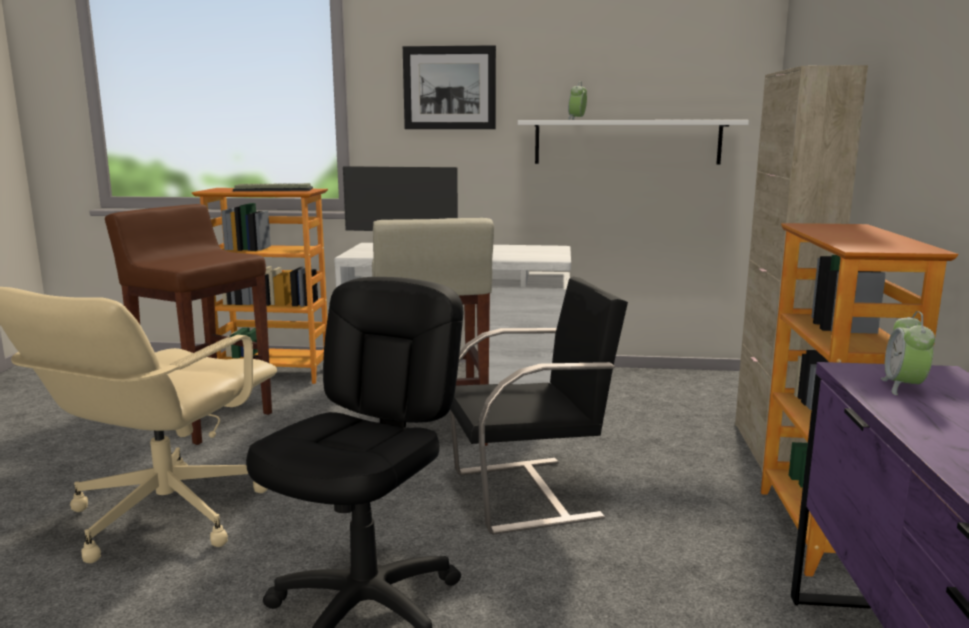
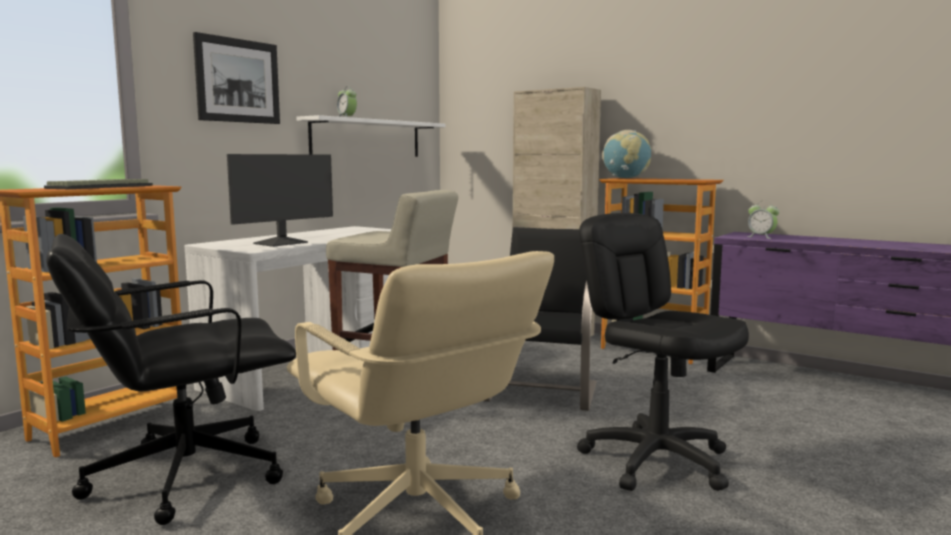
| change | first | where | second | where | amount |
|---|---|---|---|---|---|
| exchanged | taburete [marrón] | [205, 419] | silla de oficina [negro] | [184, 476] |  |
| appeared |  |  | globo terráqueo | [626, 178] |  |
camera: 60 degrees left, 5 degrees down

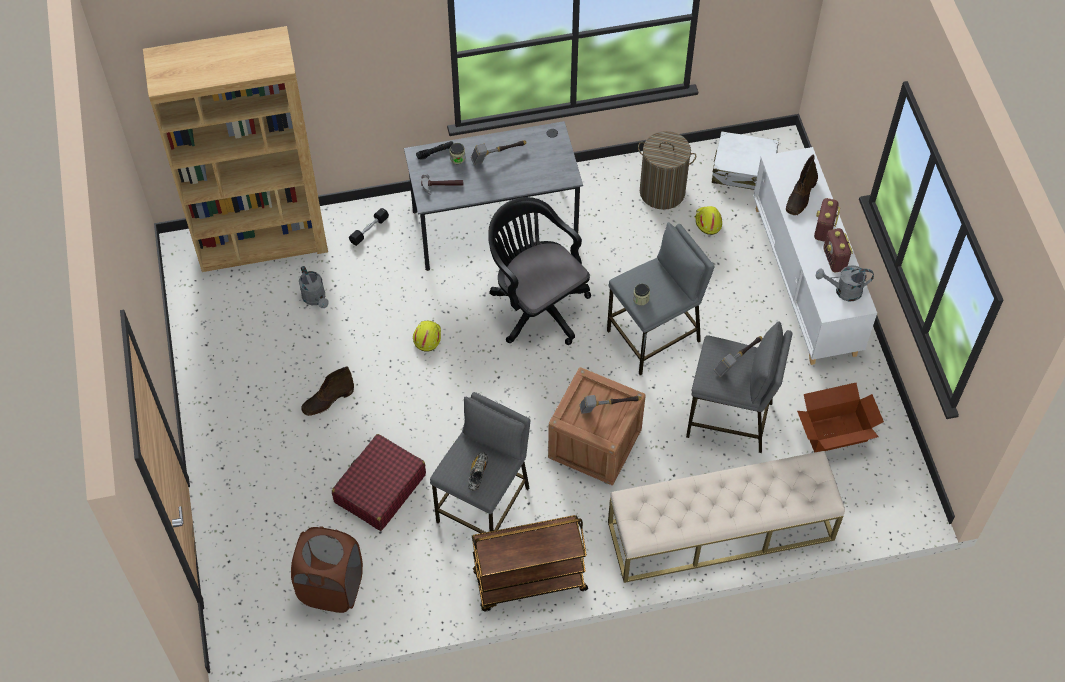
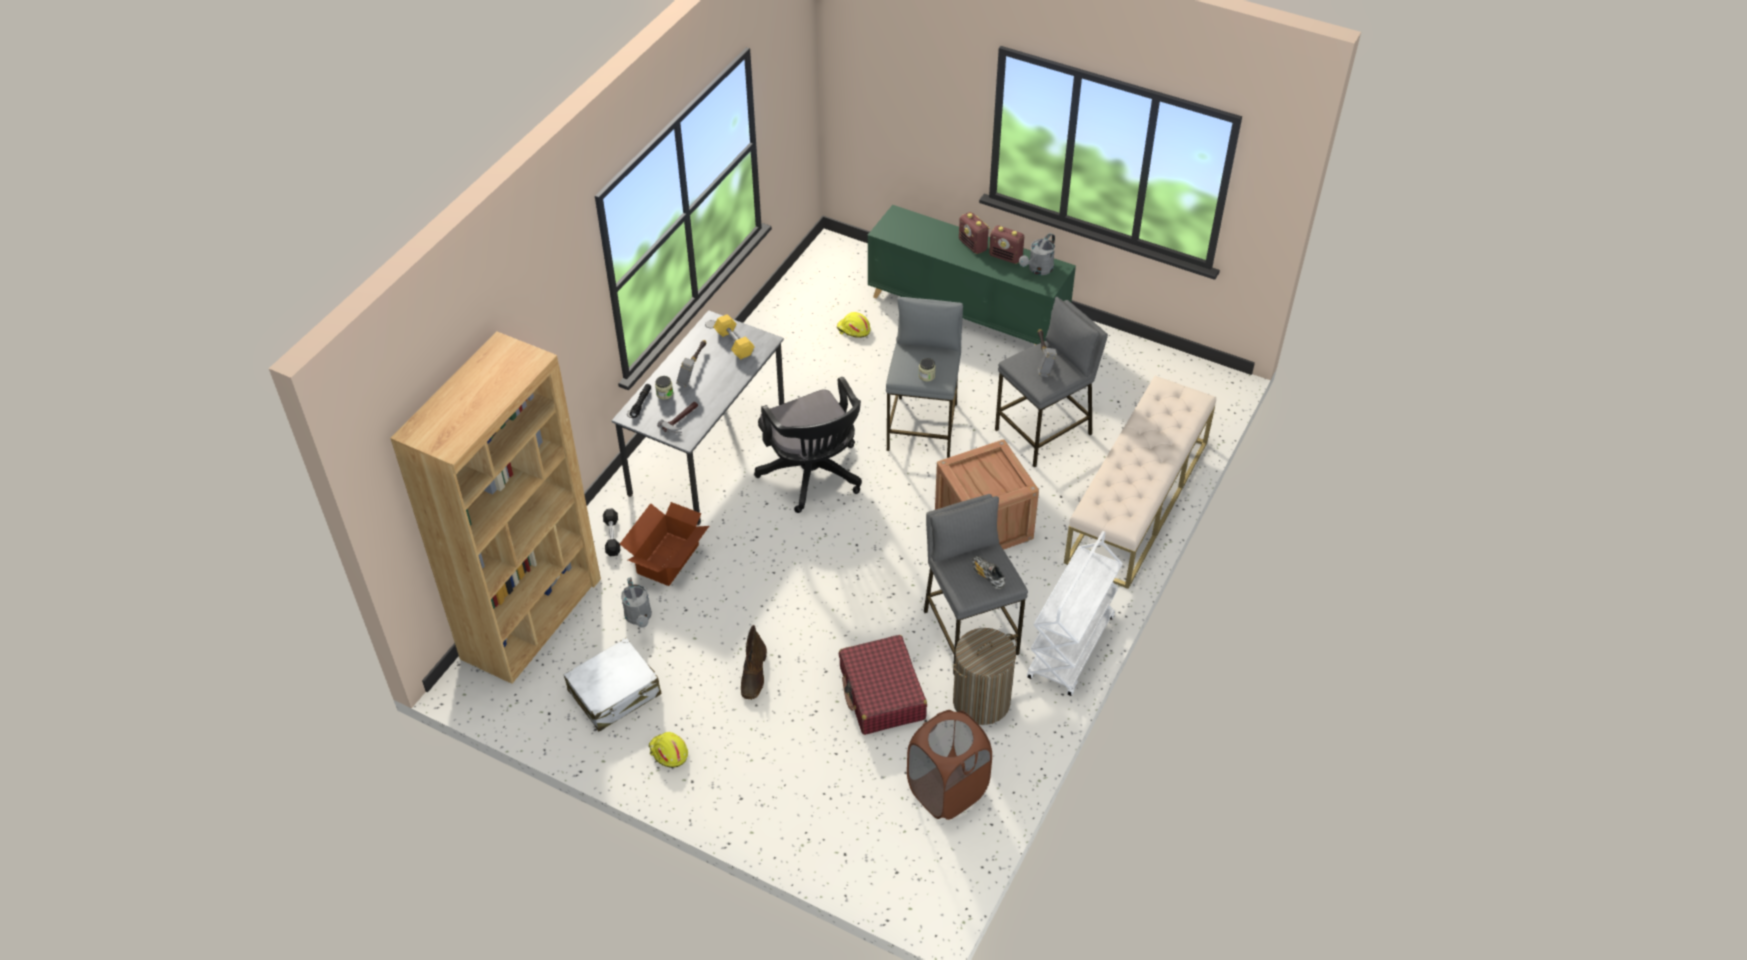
| change | first | where | second | where | amount |
|---|---|---|---|---|---|
| spun | regadera [gris] | [316, 299] |  | [639, 618] | 60 degrees clockwise |
| relocated | casco [amarillo] | [426, 337] |  | [668, 752] |  |
| colour | carrito [marrón] | [529, 582] | carrito [blanco] | [1071, 648] |  |
| spun | silla de oficina [negro] | [536, 304] |  | [813, 477] | 120 degrees counterclockwise |
| missing | martillo | [608, 407] |  |  |  |
| relocated | cesto de la ropa | [662, 191] |  | [981, 701] |  |
| relocated | maleta [blanco] | [744, 169] |  | [615, 693] |  |
| colour | armario [blanco] | [805, 281] | armario [verde] | [967, 313] |  |
| missing | bota [marrón] | [800, 196] |  |  |  |
| relocated | caja de cartón | [835, 433] |  | [669, 559] |  |
| appeared |  |  | mancuerna [amarillo] | [734, 343] |  |
camera: 50 degrees left, 10 degrees down

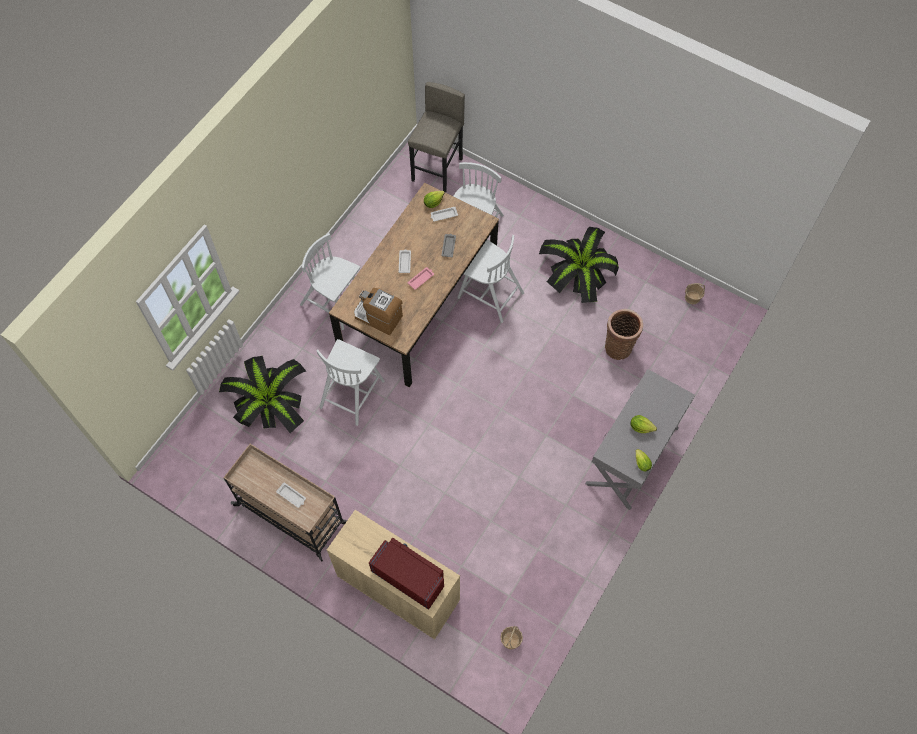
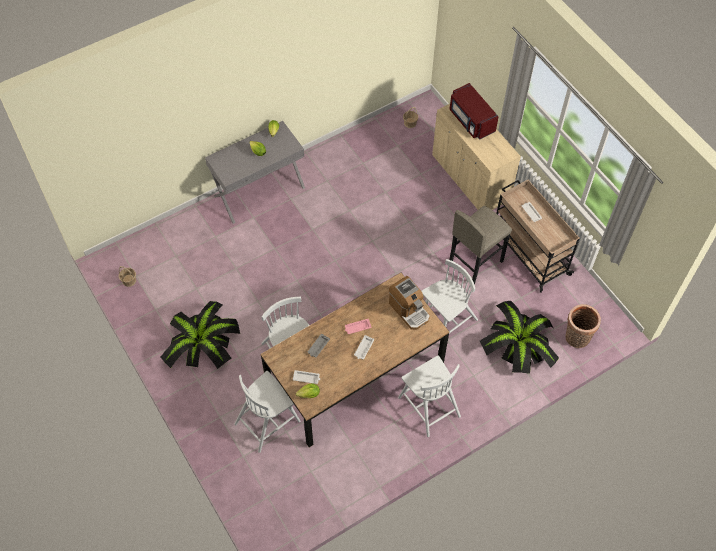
| change | first | where | second | where | amount |
|---|---|---|---|---|---|
| relocated | taburete [gris] | [438, 170] |  | [475, 262] |  |
| relocated | cesta | [618, 346] |  | [576, 338] |  |
camera: 155 degrees left, 5 degrees down

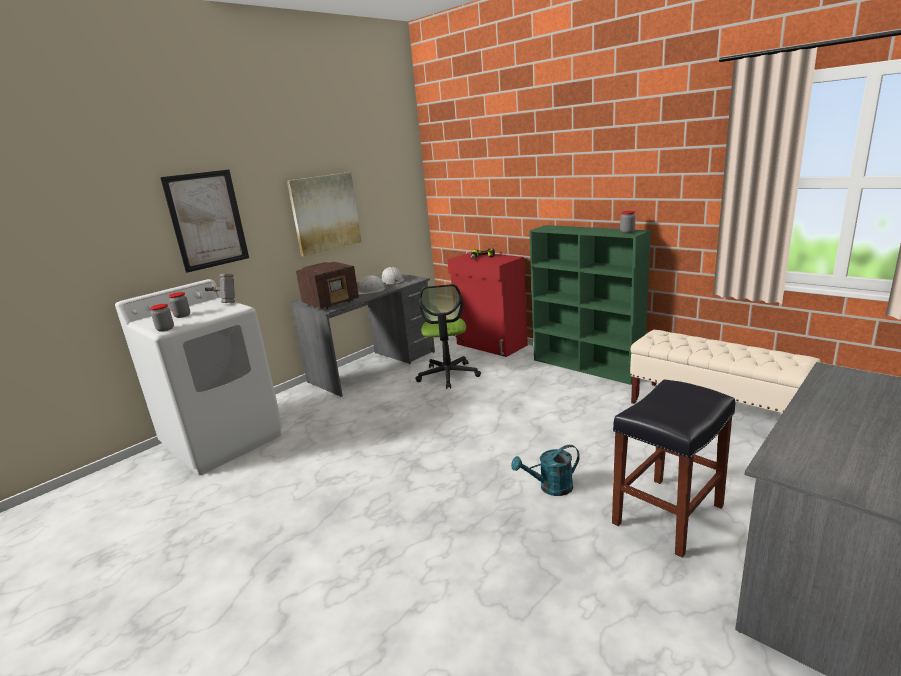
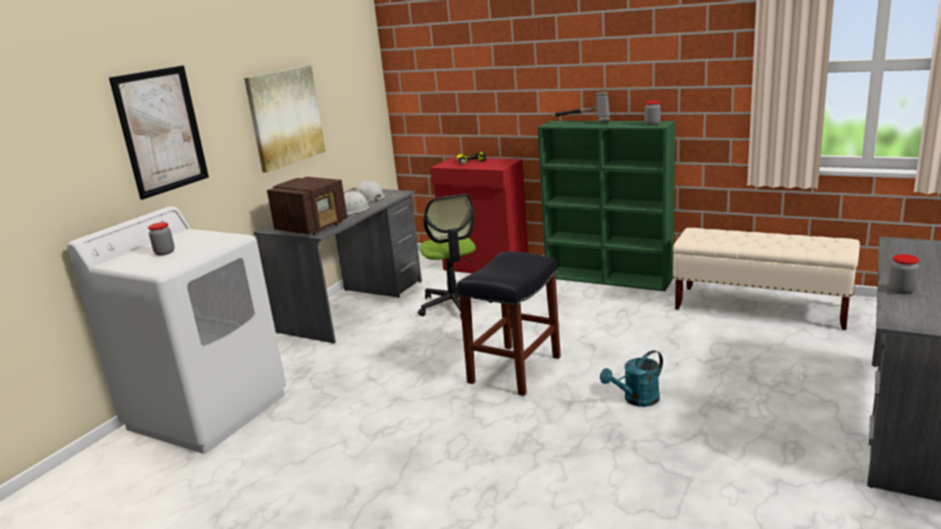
| change | first | where | second | where | amount |
|---|---|---|---|---|---|
| relocated | tarro | [165, 329] |  | [901, 290] |  |
| relocated | martillo | [219, 300] |  | [583, 122] |  |
| relocated | taburete [negro] | [668, 513] |  | [515, 369] |  |
camera: 15 degrees left, 0 degrees up

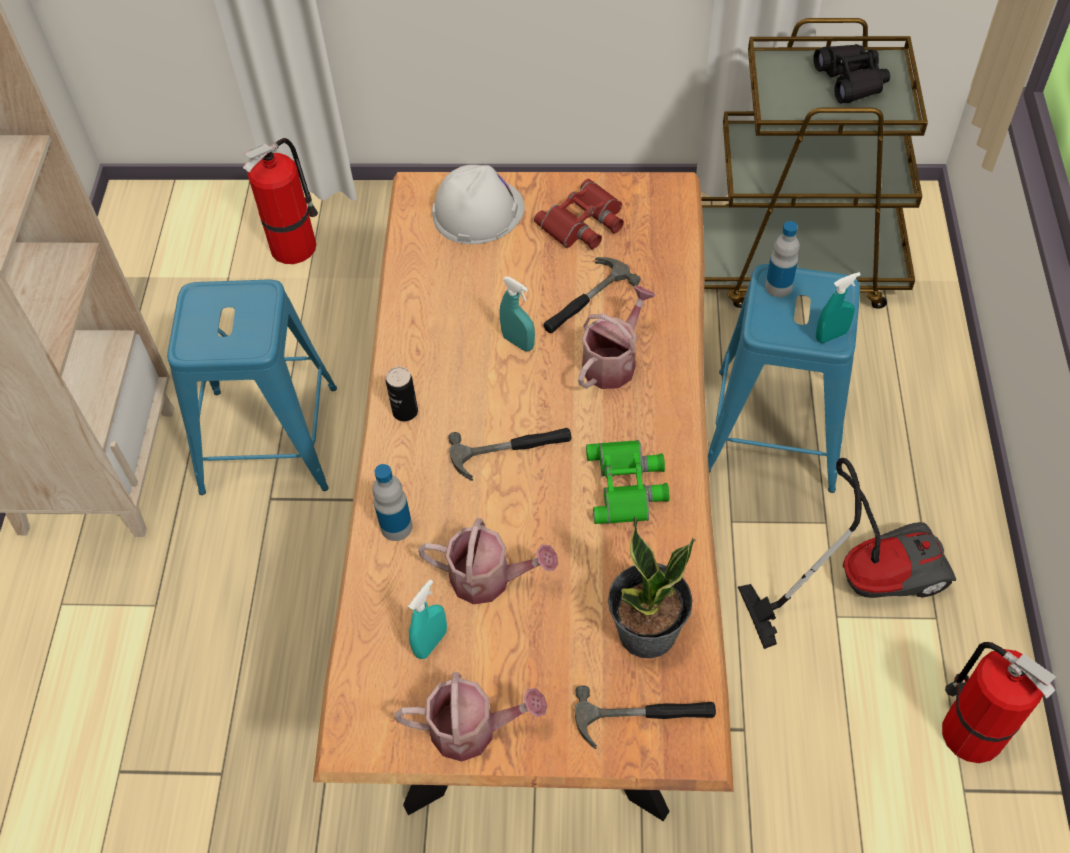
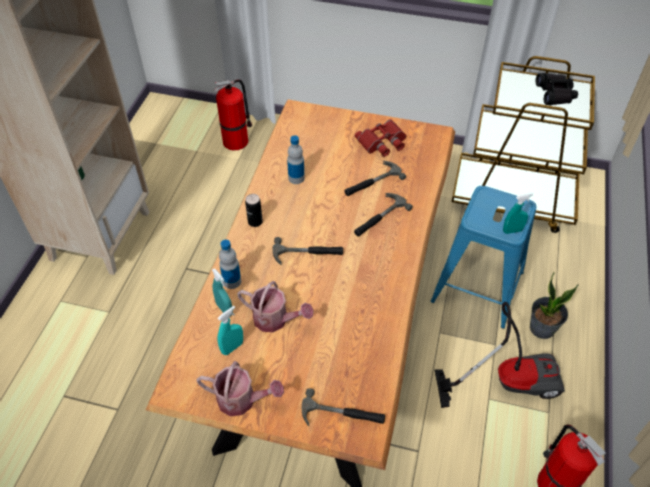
| change | first | where | second | where | amount |
|---|---|---|---|---|---|
| missing | taburete [azul] | [270, 439] |  |  |  |
| missing | casco [blanco] | [478, 211] |  |  |  |
| relocated | pulverizador [turquesa] | [518, 342] |  | [224, 309] |  |
| exchanged | regadera | [613, 361] | martillo | [379, 217] |  |
| missing | prismáticos [verde] | [628, 485] |  |  |  |
| relocated | planta en maceta | [647, 633] |  | [542, 328] |  |
| relocated | botella | [778, 287] |  | [296, 178] |  |
camera: 10 degrees right, 5 degrees down

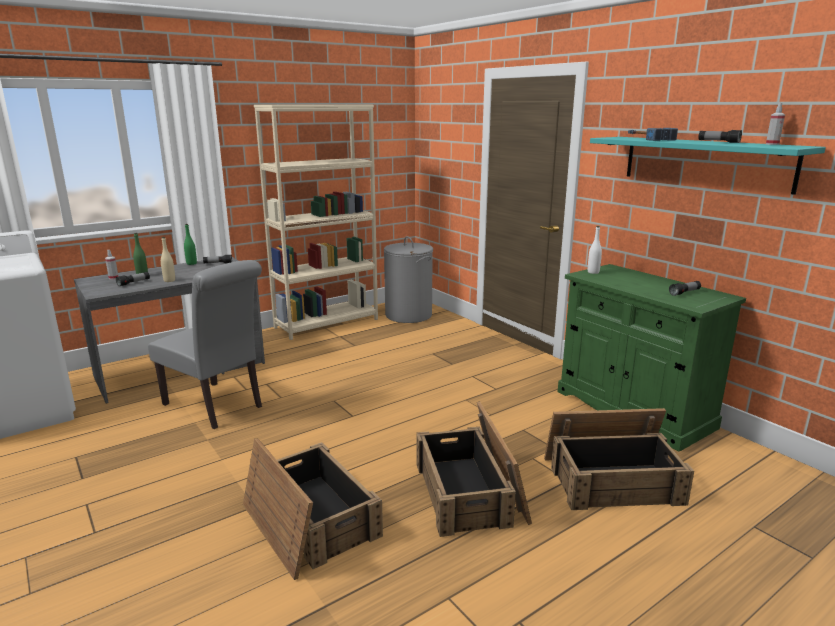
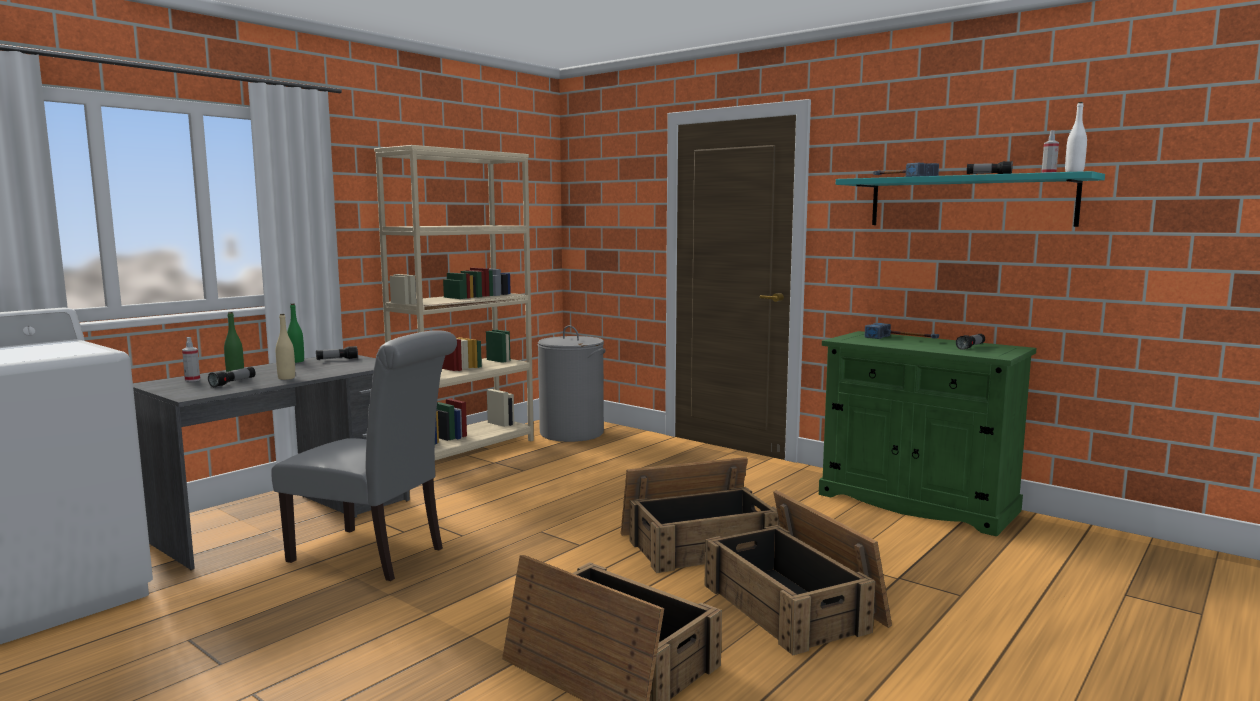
| change | first | where | second | where | amount |
|---|---|---|---|---|---|
| relocated | caja de embalaje | [612, 479] |  | [699, 543] |  |
| relocated | botella [blanco] | [593, 272] |  | [1074, 172] |  |
| appeared |  |  | martillo | [902, 339] |  |
camera: 15 degrees left, 10 degrees down

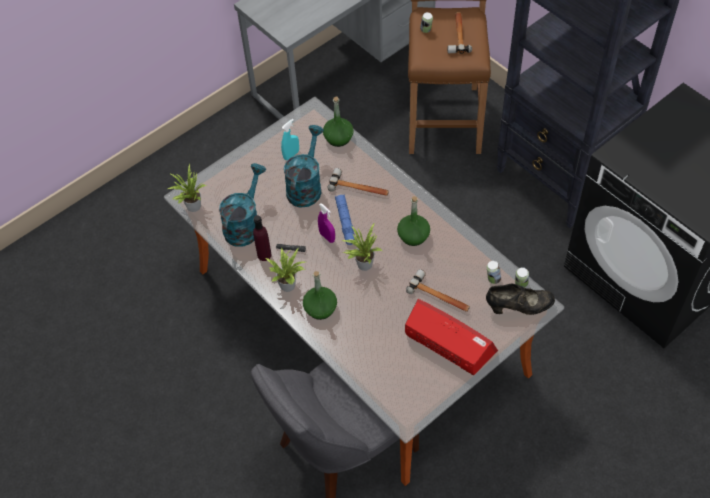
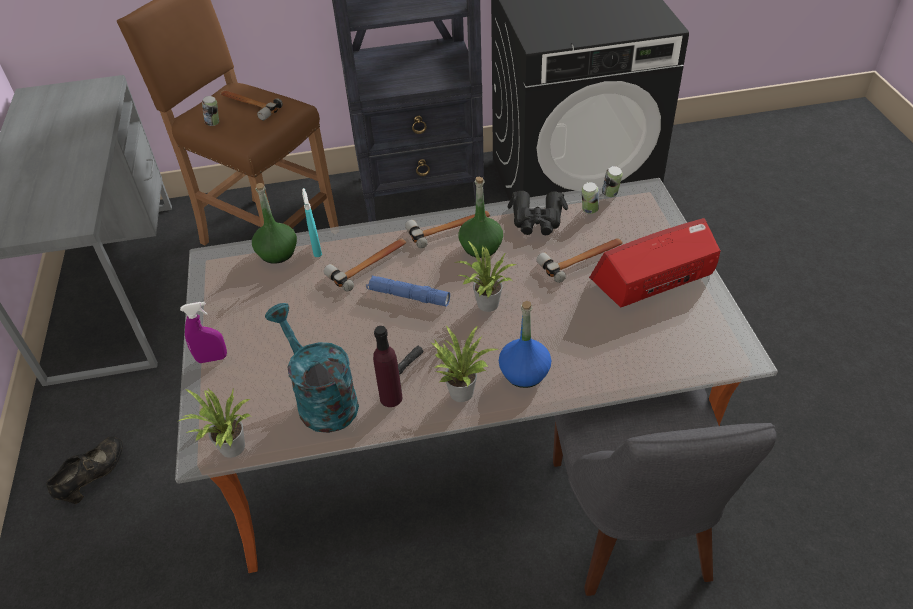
| change | first | where | second | where | amount |
|---|---|---|---|---|---|
| relocated | pulverizador [turquesa] | [291, 155] |  | [316, 249] |  |
| missing | regadera [turquesa] | [306, 186] |  |  |  |
| colour | botella [verde] | [320, 308] | botella [azul] | [524, 373] |  |
| relocated | pulverizador [morado] | [327, 237] |  | [212, 358] |  |
| relocated | zapato [negro] | [519, 307] |  | [94, 477] |  |
| appeared |  |  | martillo | [450, 228] |  |
| appeared |  |  | prismáticos [negro] | [537, 220] |  |
camera: 60 degrees left, 10 degrees down

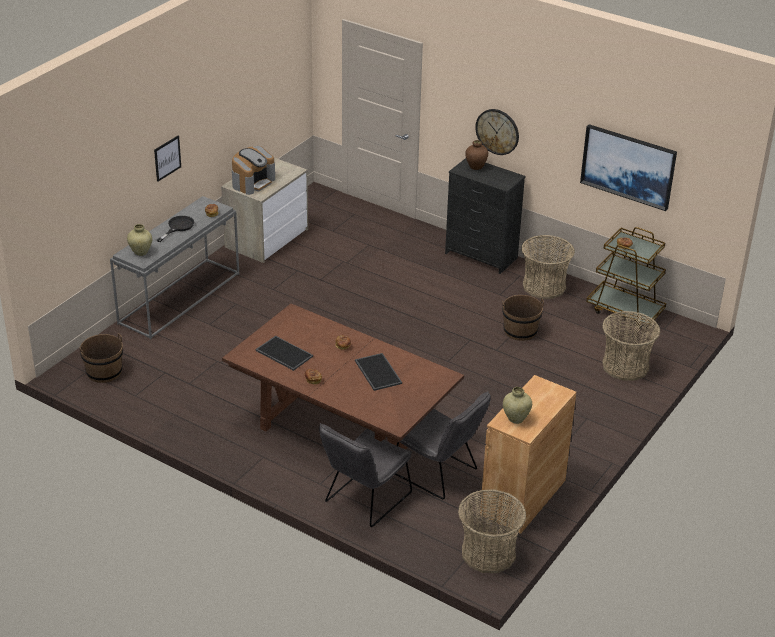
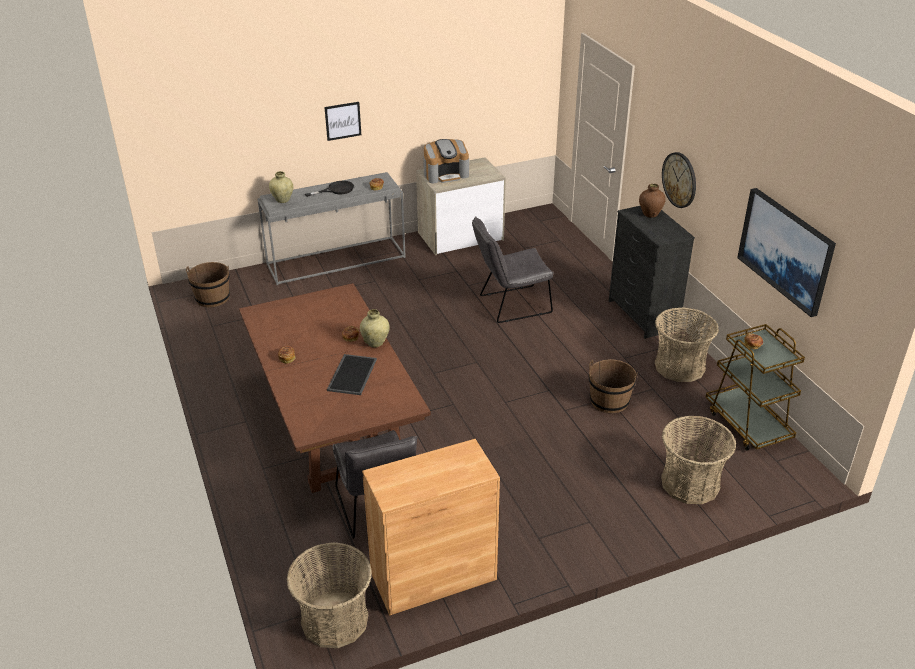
| change | first | where | second | where | amount |
|---|---|---|---|---|---|
| missing | bandeja | [283, 353] |  |  |  |
| relocated | silla [gris] | [364, 500] |  | [510, 305] |  |
| relocated | florero [beis] | [516, 418] |  | [375, 343] |  |
camera: 35 degrees right, 0 degrees up

